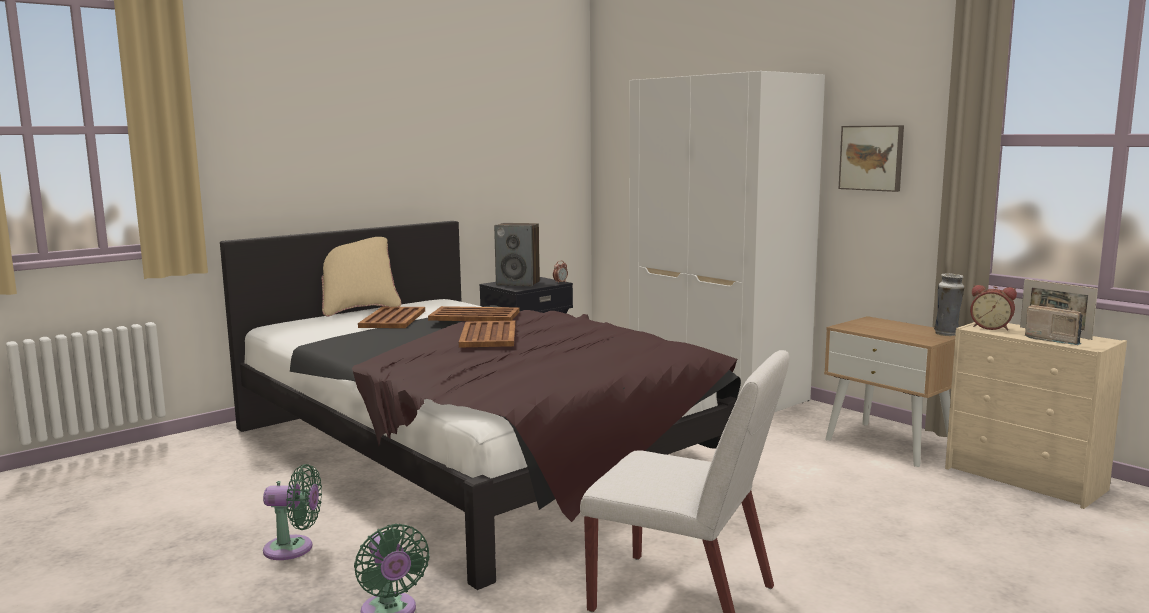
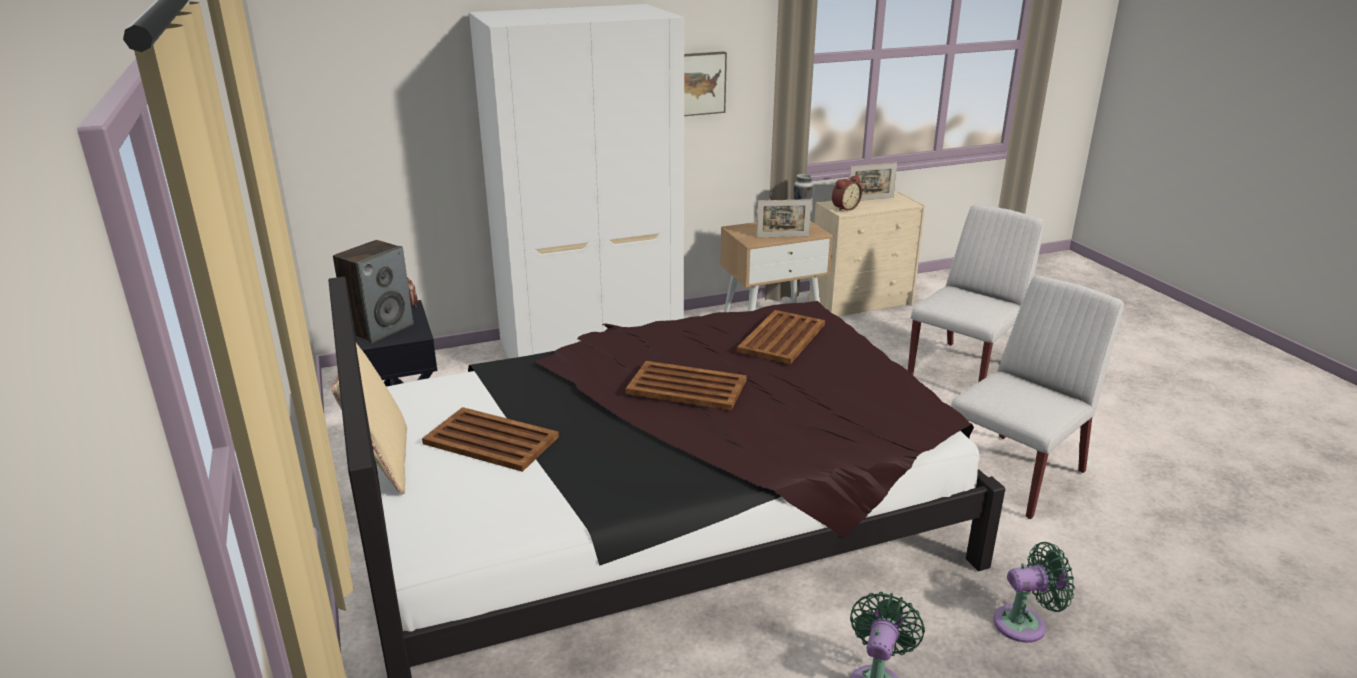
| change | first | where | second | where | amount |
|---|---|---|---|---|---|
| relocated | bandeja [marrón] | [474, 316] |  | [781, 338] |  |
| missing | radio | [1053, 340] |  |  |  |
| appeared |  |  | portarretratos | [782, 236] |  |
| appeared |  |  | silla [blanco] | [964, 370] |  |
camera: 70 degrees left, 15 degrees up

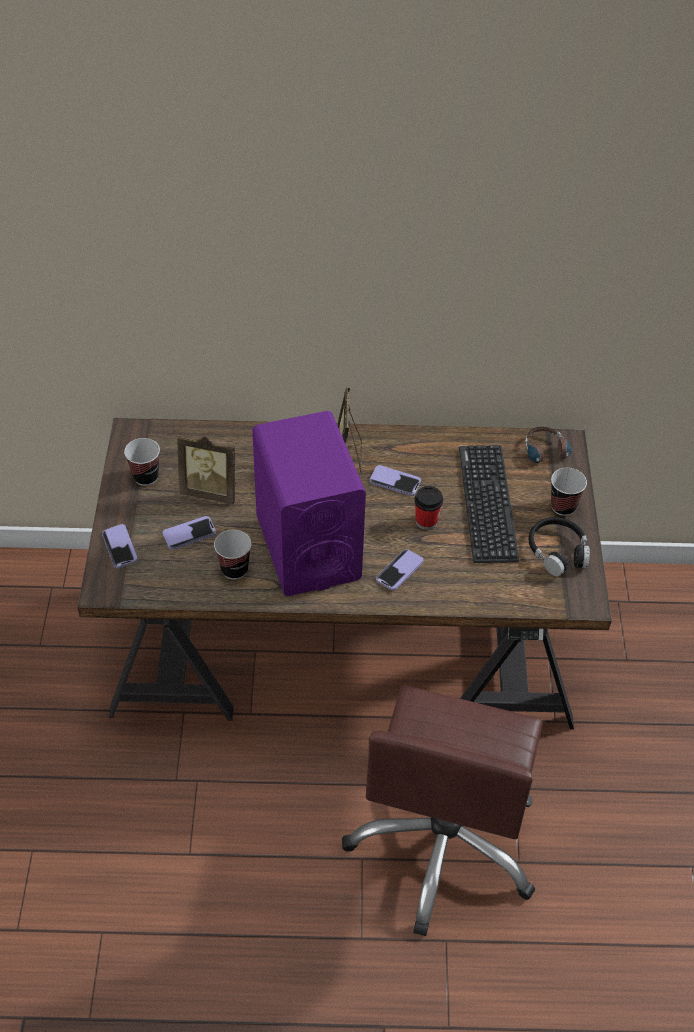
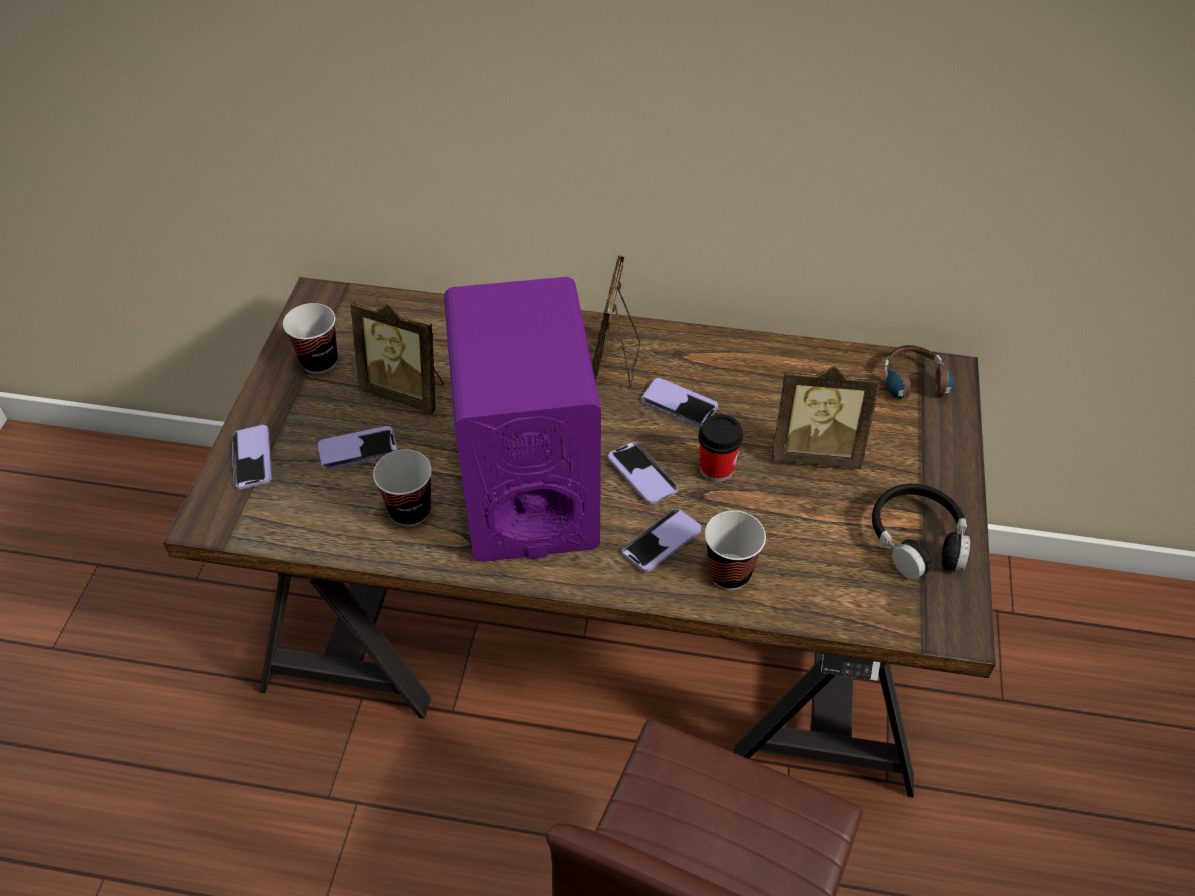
| change | first | where | second | where | amount |
|---|---|---|---|---|---|
| exchanged | teclado | [487, 503] | portarretratos | [815, 452] |  |
| relocated | taza | [563, 506] |  | [729, 573] |  |
| appeared |  |  | móvil | [642, 474] |  |
camera: 10 degrees right, 0 degrees up

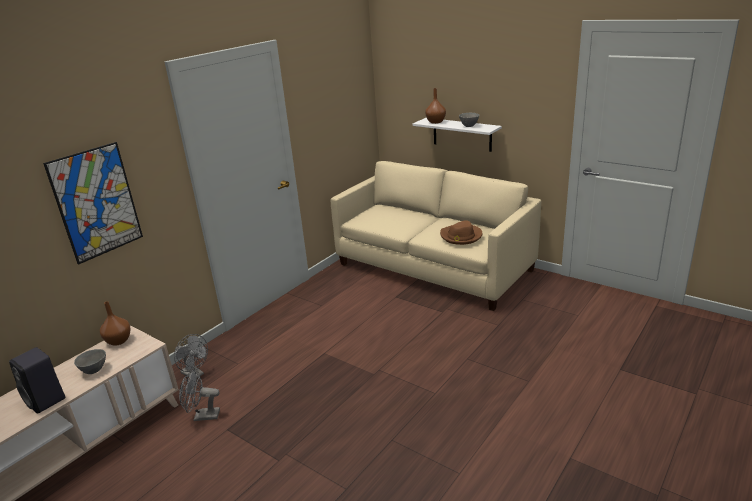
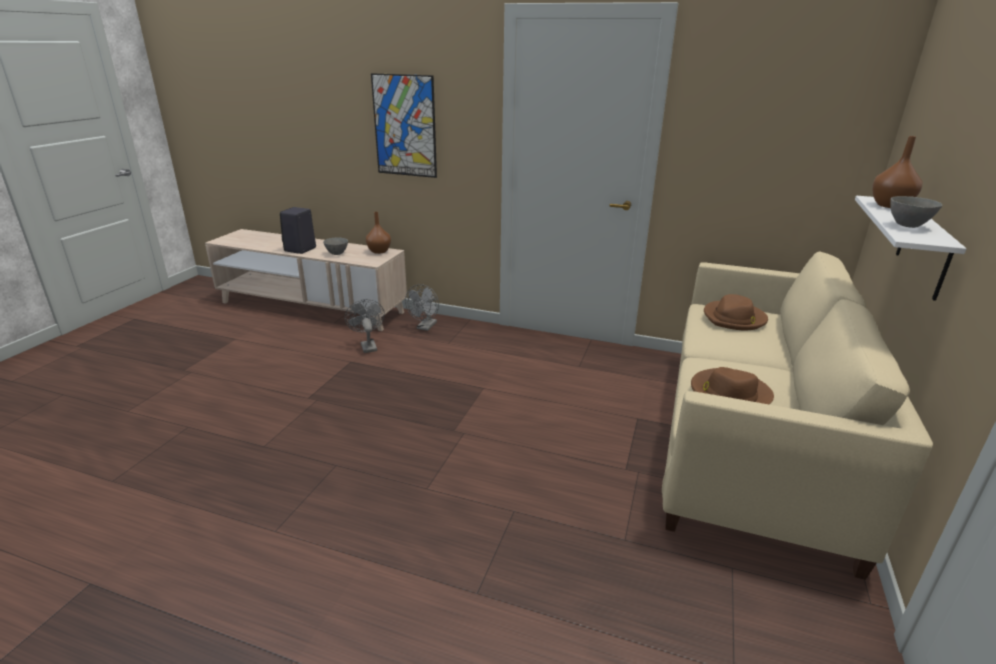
| change | first | where | second | where | amount |
|---|---|---|---|---|---|
| appeared |  |  | sombrero [marrón] | [734, 318] |  |
camera: 70 degrees right, 0 degrees up

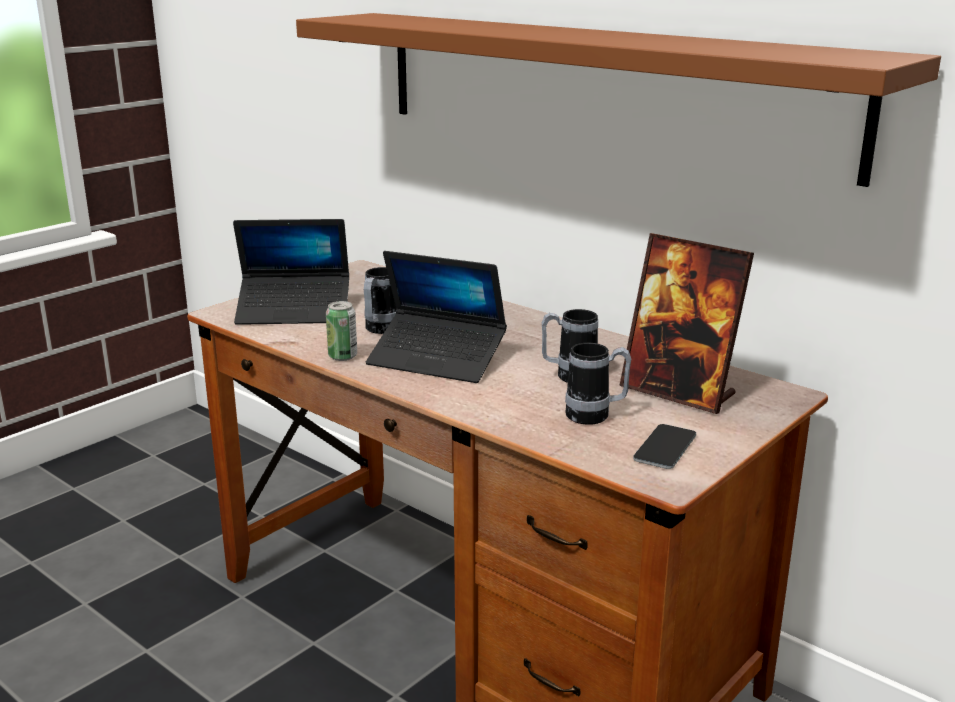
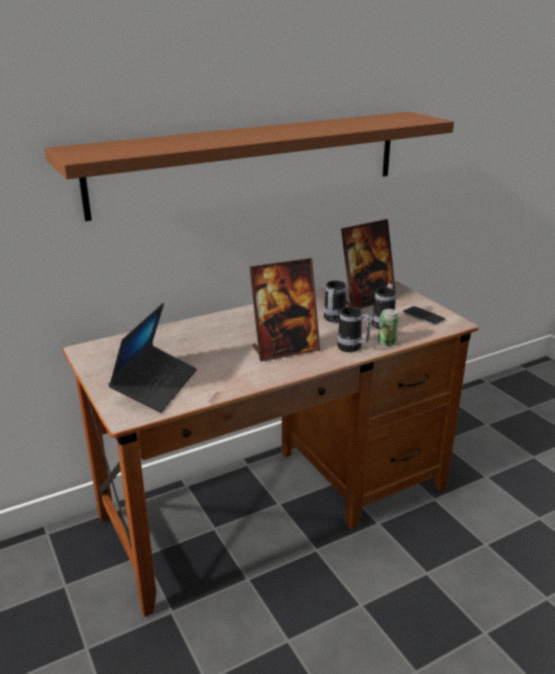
| change | first | where | second | where | amount |
|---|---|---|---|---|---|
| relocated | lata | [342, 356] |  | [386, 343] |  |
| relocated | taza grande | [379, 330] |  | [353, 348] |  |
| exchanged | portátil | [437, 359] | portarretratos | [285, 349] |  |
camera: 70 degrees left, 5 degrees up

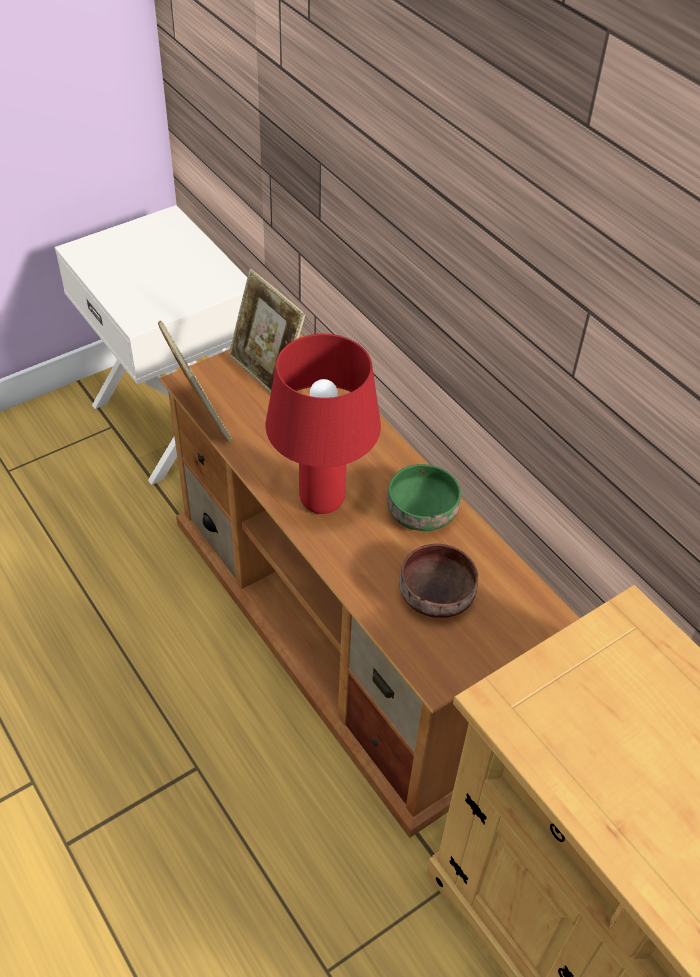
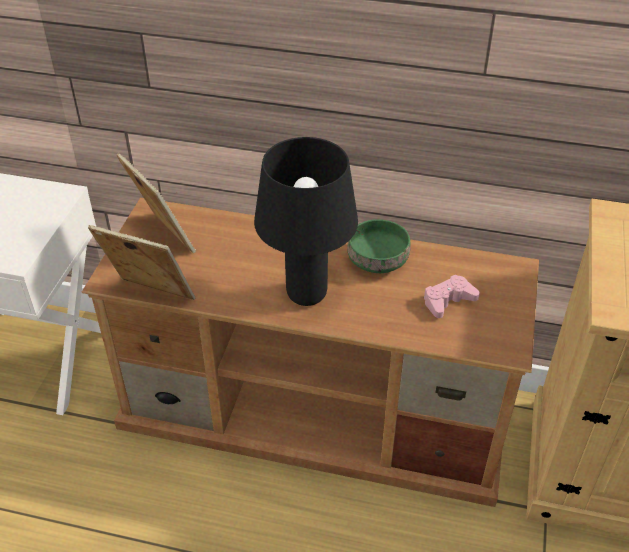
| change | first | where | second | where | amount |
|---|---|---|---|---|---|
| spun | portarretratos | [266, 371] |  | [162, 237] | 135 degrees counterclockwise |
| colour | lámpara de mesa [rojo] | [321, 499] | lámpara de mesa [negro] | [305, 294] |  |
| exchanged | cuenco [marrón] | [438, 594] | mando de consola [rosa] | [448, 301] |  |
camera: 40 degrees left, 5 degrees down

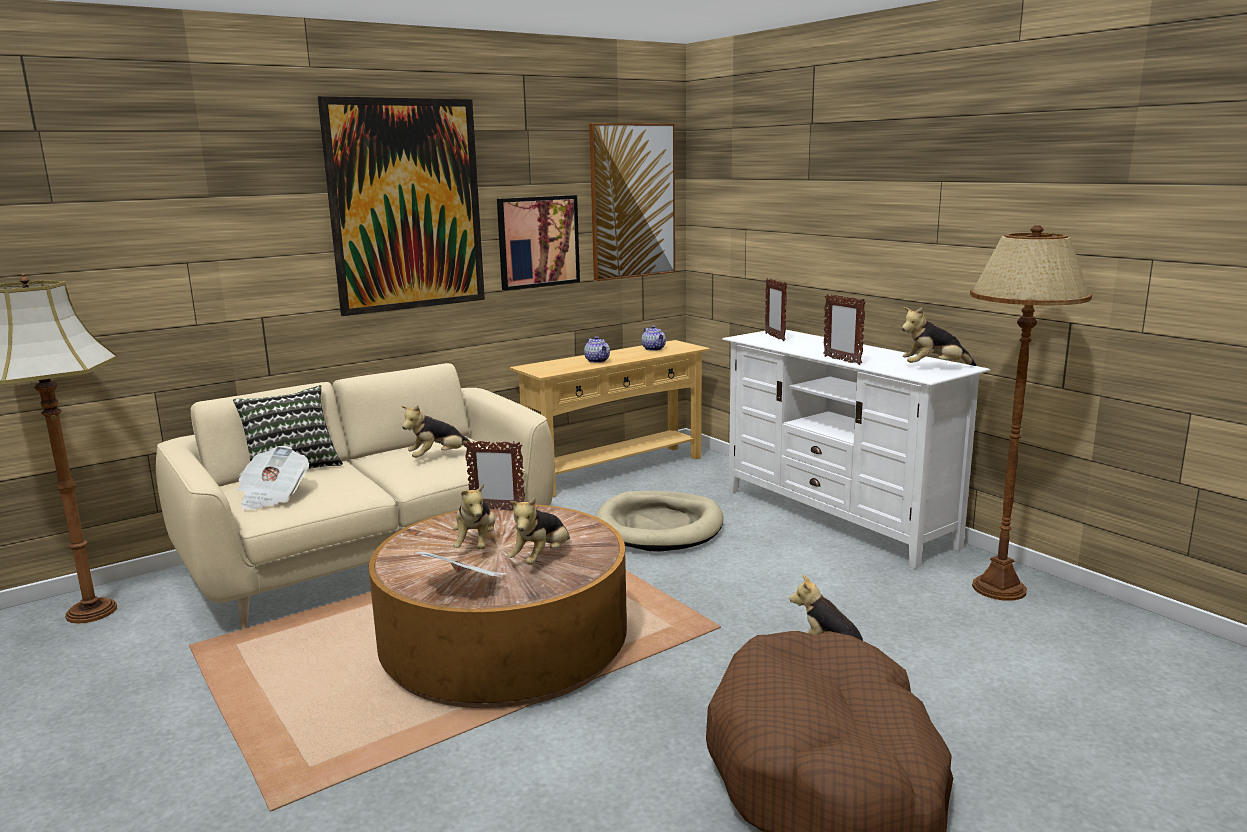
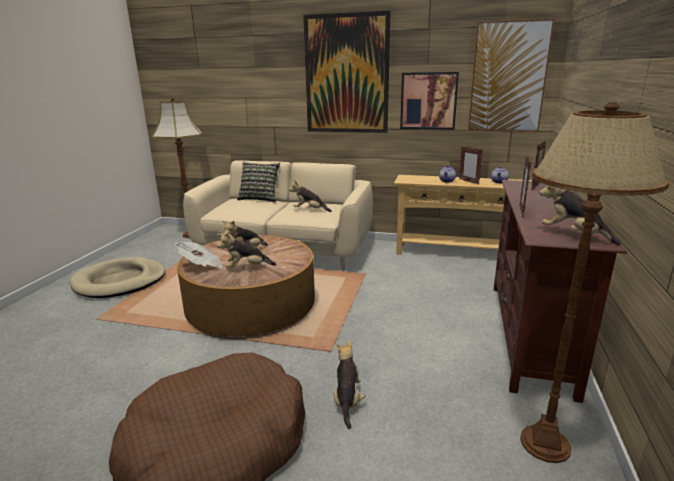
| change | first | where | second | where | amount |
|---|---|---|---|---|---|
| missing | periódico | [272, 496] |  |  |  |
| relocated | portarretratos | [497, 509] |  | [468, 182] |  |
| relocated | cama para perro [beis] | [659, 527] |  | [120, 281] |  |
| colour | mueble de televisión [blanco] | [837, 517] | mueble de televisión [marrón] | [529, 334] |  |
camera: 50 degrees right, 5 degrees up

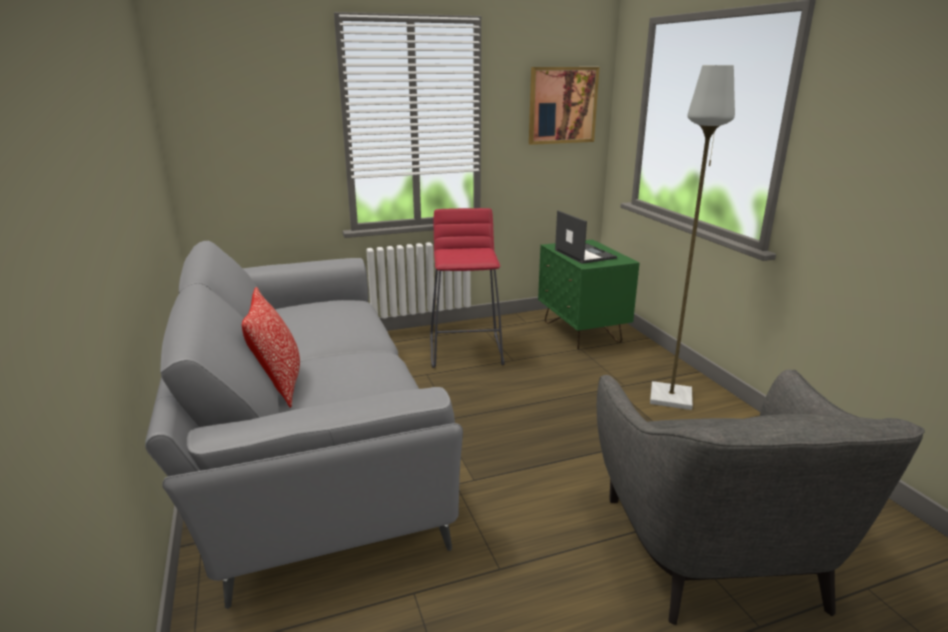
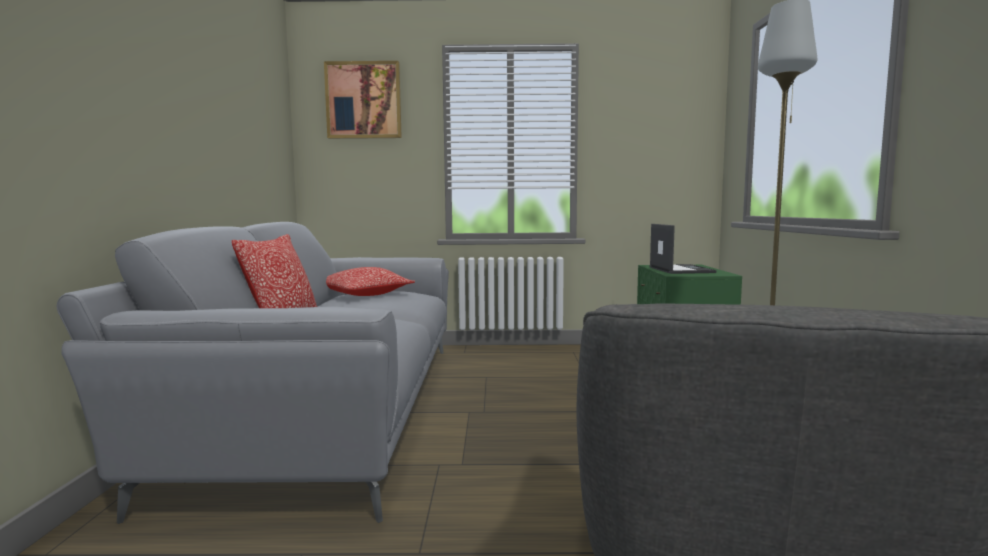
| change | first | where | second | where | amount |
|---|---|---|---|---|---|
| missing | taburete [rojo] | [466, 350] |  |  |  |
| relocated | cuadro | [562, 105] |  | [363, 100] |  |
| appeared |  |  | cojín | [364, 295] |  |
camera: 20 degrees right, 15 degrees down

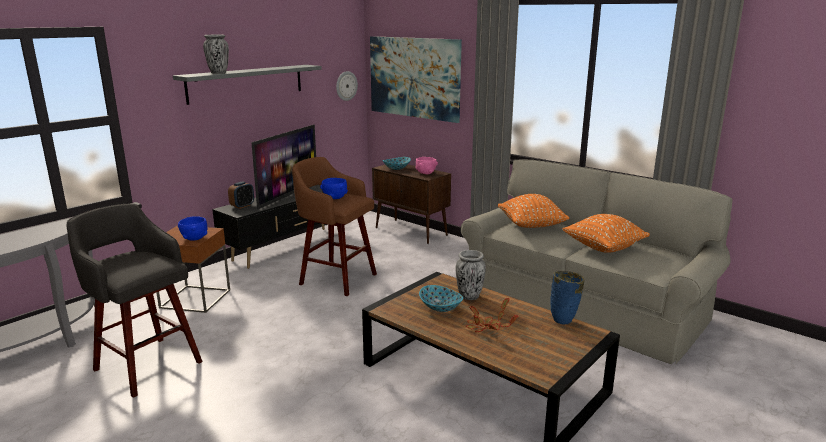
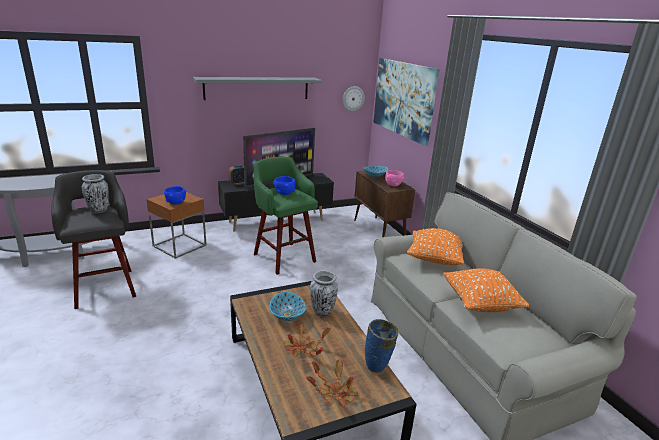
| change | first | where | second | where | amount |
|---|---|---|---|---|---|
| relocated | florero | [218, 73] |  | [99, 210] |  |
| colour | taburete [marrón] | [336, 278] | taburete [verde] | [283, 257] |  |
| appeared |  |  | planta en maceta | [335, 392] |  |
camera: 25 degrees right, 5 degrees up

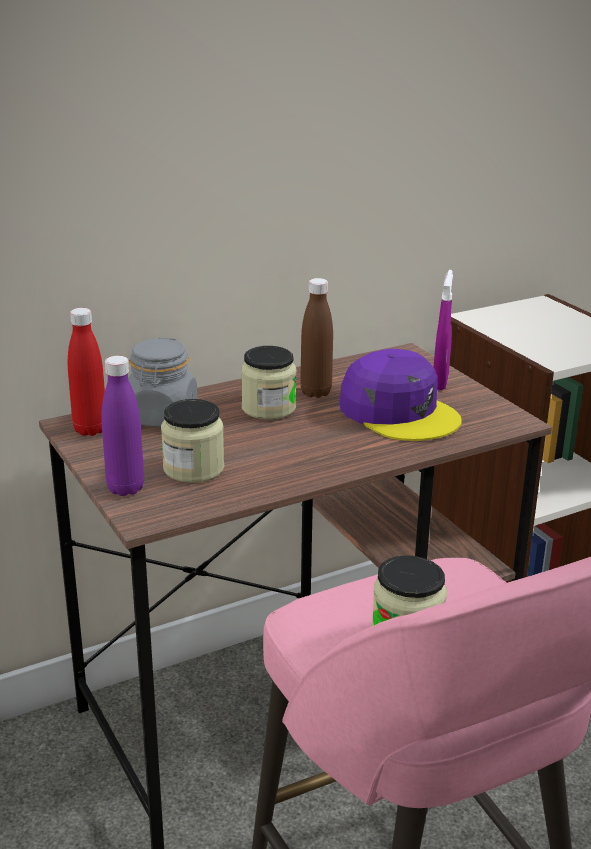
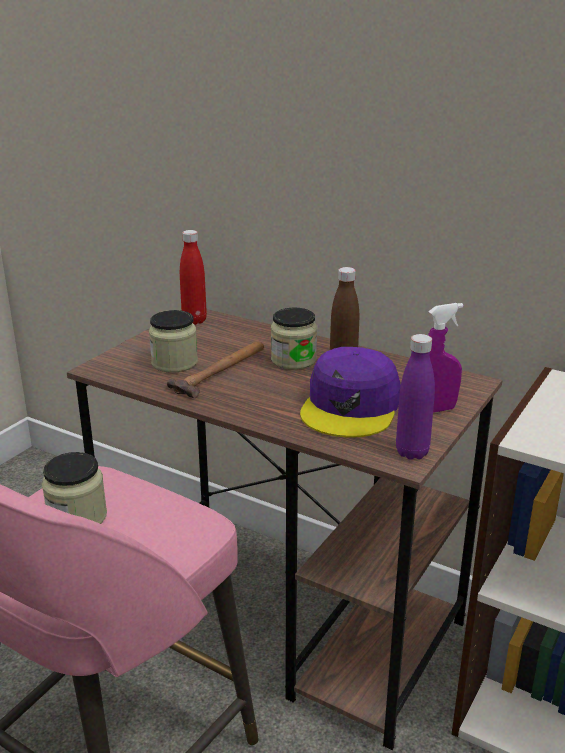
| change | first | where | second | where | amount |
|---|---|---|---|---|---|
| relocated | botella [morado] | [125, 488] |  | [412, 452] |  |
| missing | tarro [gris] | [162, 417] |  |  |  |
| appeared |  |  | martillo | [221, 371] |  |
camera: 60 degrees right, 0 degrees up

